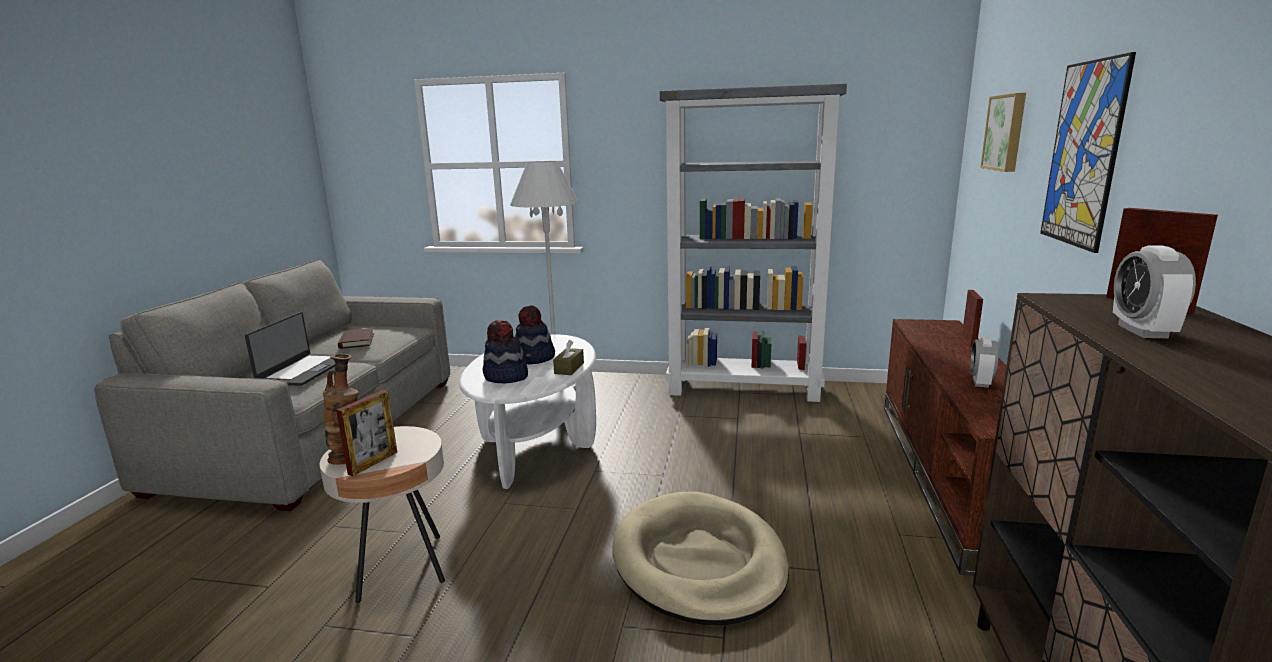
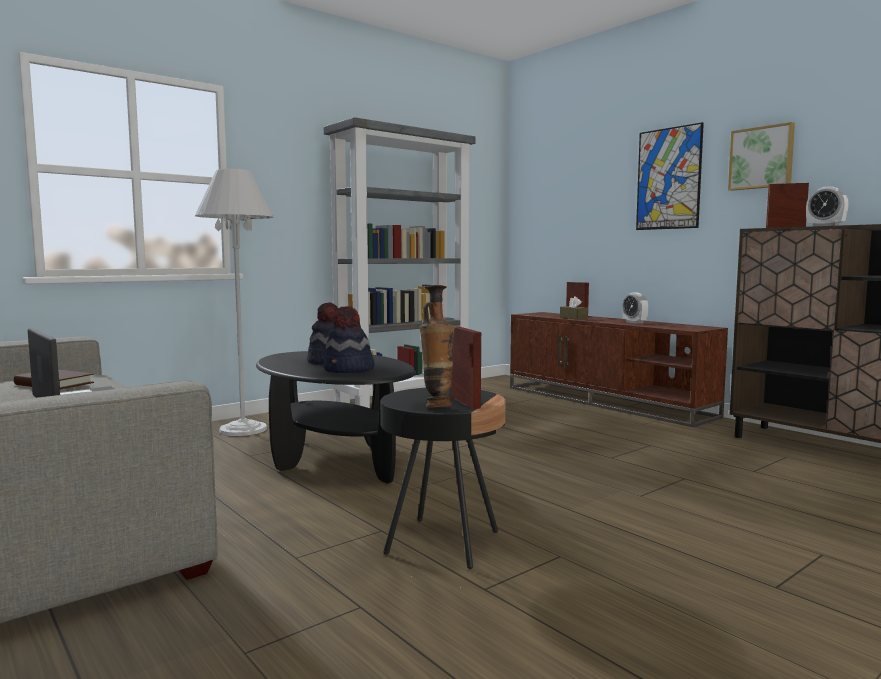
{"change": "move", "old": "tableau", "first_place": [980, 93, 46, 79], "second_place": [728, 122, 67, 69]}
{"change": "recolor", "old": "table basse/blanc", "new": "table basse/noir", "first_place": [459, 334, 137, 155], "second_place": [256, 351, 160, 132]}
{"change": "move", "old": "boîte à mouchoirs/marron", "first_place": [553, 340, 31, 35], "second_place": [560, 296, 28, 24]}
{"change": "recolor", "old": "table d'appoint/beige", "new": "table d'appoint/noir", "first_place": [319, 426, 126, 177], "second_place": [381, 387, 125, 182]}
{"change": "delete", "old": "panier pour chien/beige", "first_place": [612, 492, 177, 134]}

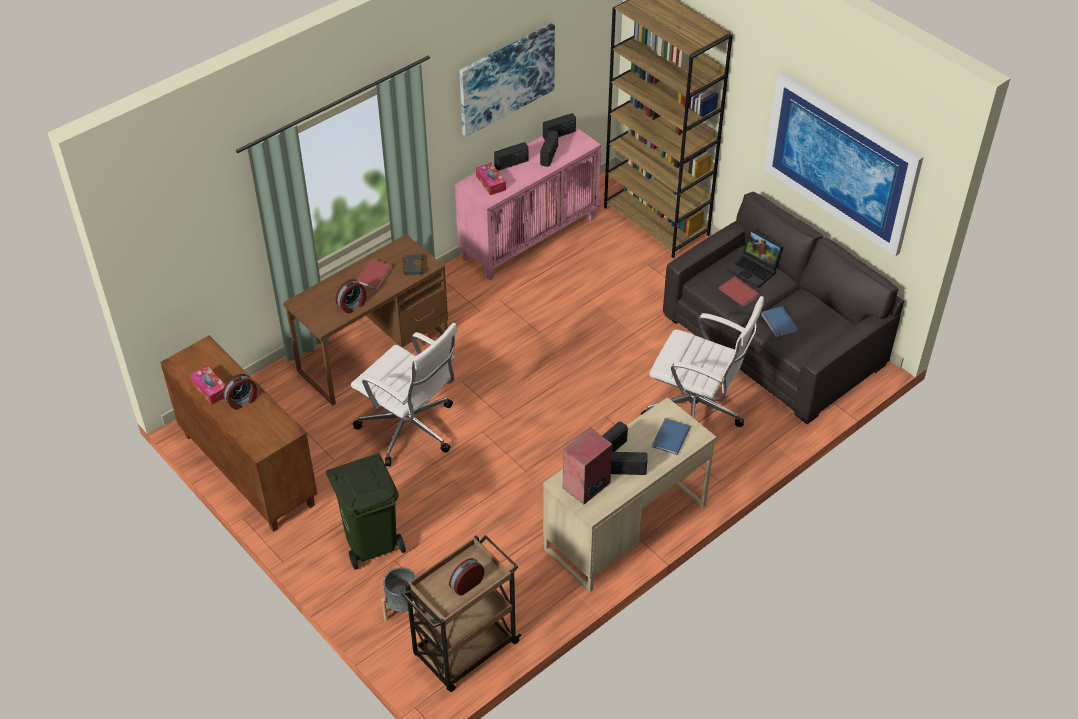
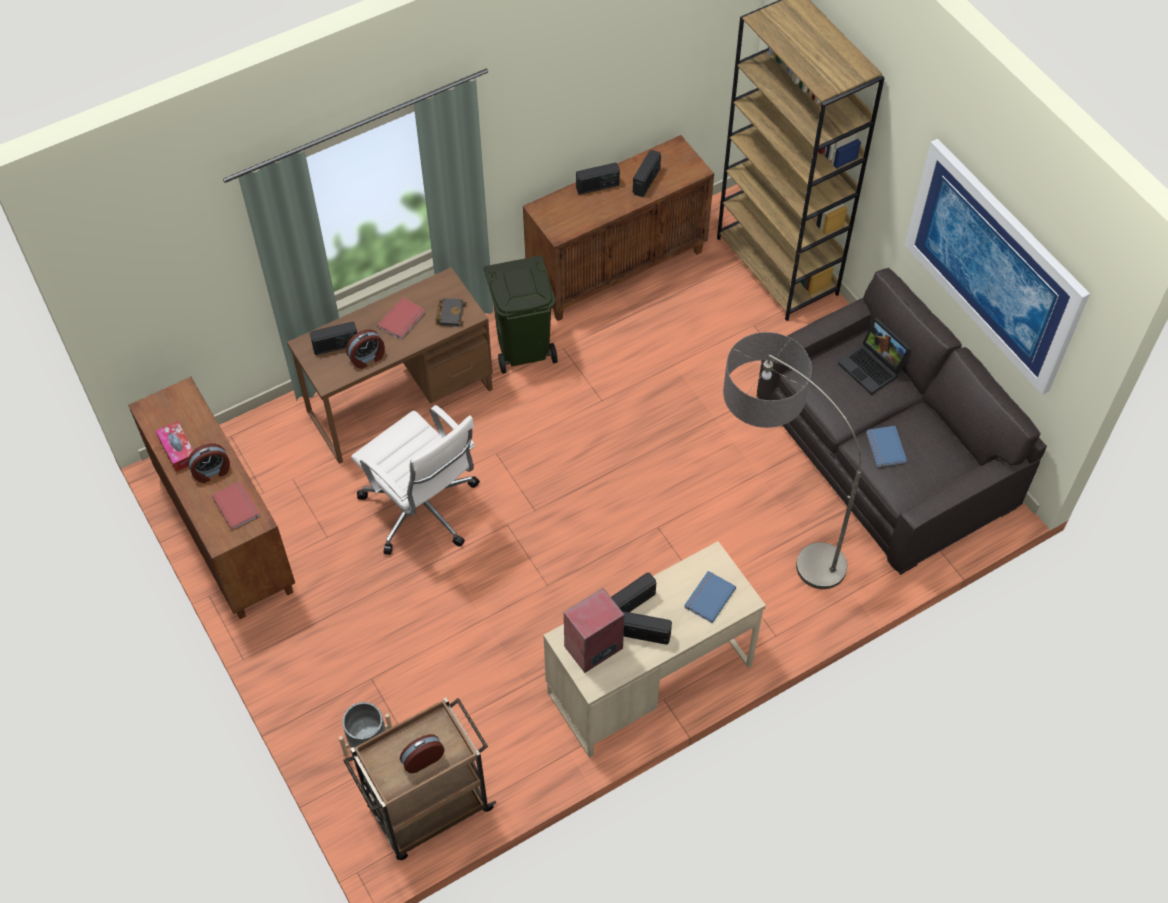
{"change": "delete", "old": "tableau", "first_place": [459, 23, 96, 114]}
{"change": "move", "old": "radio", "first_place": [543, 113, 33, 26], "second_place": [310, 321, 47, 34]}
{"change": "recolor", "old": "meuble de rangement/rose", "new": "meuble de rangement/marron", "first_place": [455, 127, 146, 154], "second_place": [523, 135, 191, 186]}
{"change": "delete", "old": "boîte à mouchoirs", "first_place": [476, 163, 30, 32]}
{"change": "move", "old": "livre/rouge", "first_place": [719, 277, 41, 30], "second_place": [212, 481, 49, 49]}
{"change": "replace", "old": "chaise de bureau/blanc", "new": "lampadaire", "first_place": [641, 296, 123, 131], "second_place": [723, 332, 139, 257]}
{"change": "move", "old": "poubelle/vert", "first_place": [326, 453, 80, 117], "second_place": [484, 255, 73, 119]}

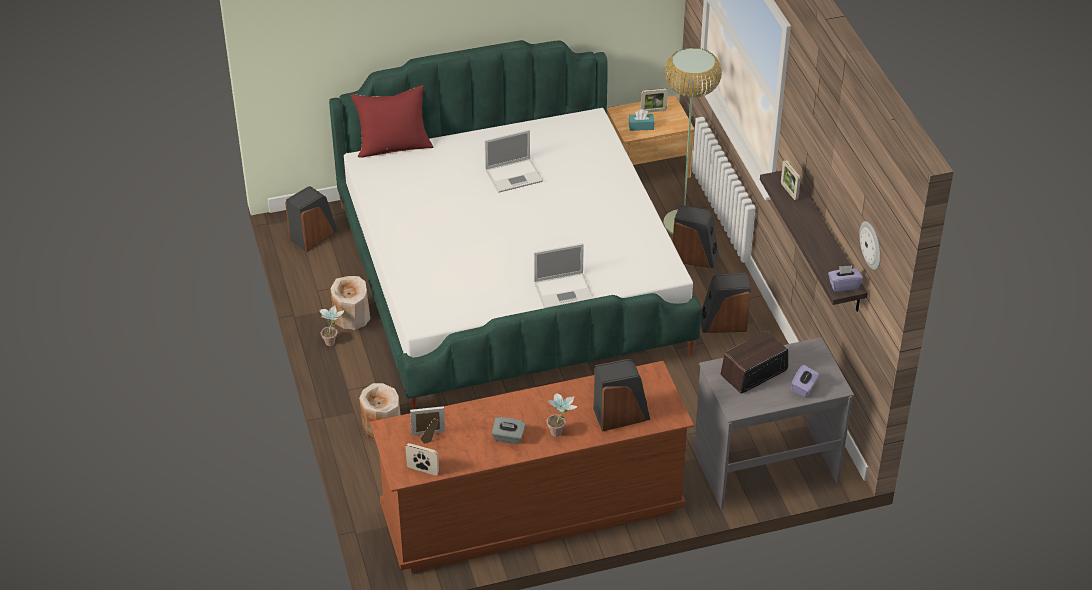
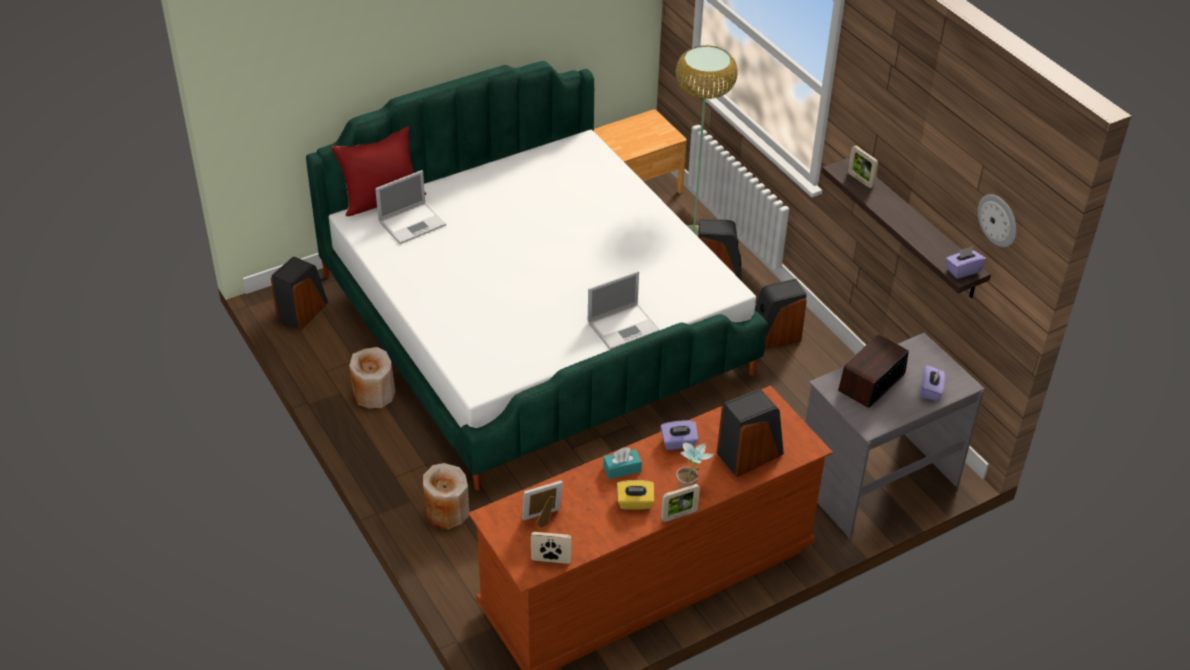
{"change": "move", "old": "cadre photo", "first_place": [641, 88, 27, 25], "second_place": [661, 484, 39, 38]}
{"change": "move", "old": "boîte à mouchoirs/turquoise", "first_place": [629, 109, 25, 22], "second_place": [603, 447, 39, 32]}
{"change": "move", "old": "ordinateur portable", "first_place": [484, 130, 59, 63], "second_place": [375, 170, 71, 74]}
{"change": "delete", "old": "plante en pot", "first_place": [319, 305, 25, 41]}
{"change": "recolor", "old": "boîte à mouchoirs/gris", "new": "boîte à mouchoirs/jaune", "first_place": [492, 417, 34, 27], "second_place": [617, 480, 37, 30]}
{"change": "insert", "new": "boîte à mouchoirs/violet", "second_place": [660, 421, 39, 29]}

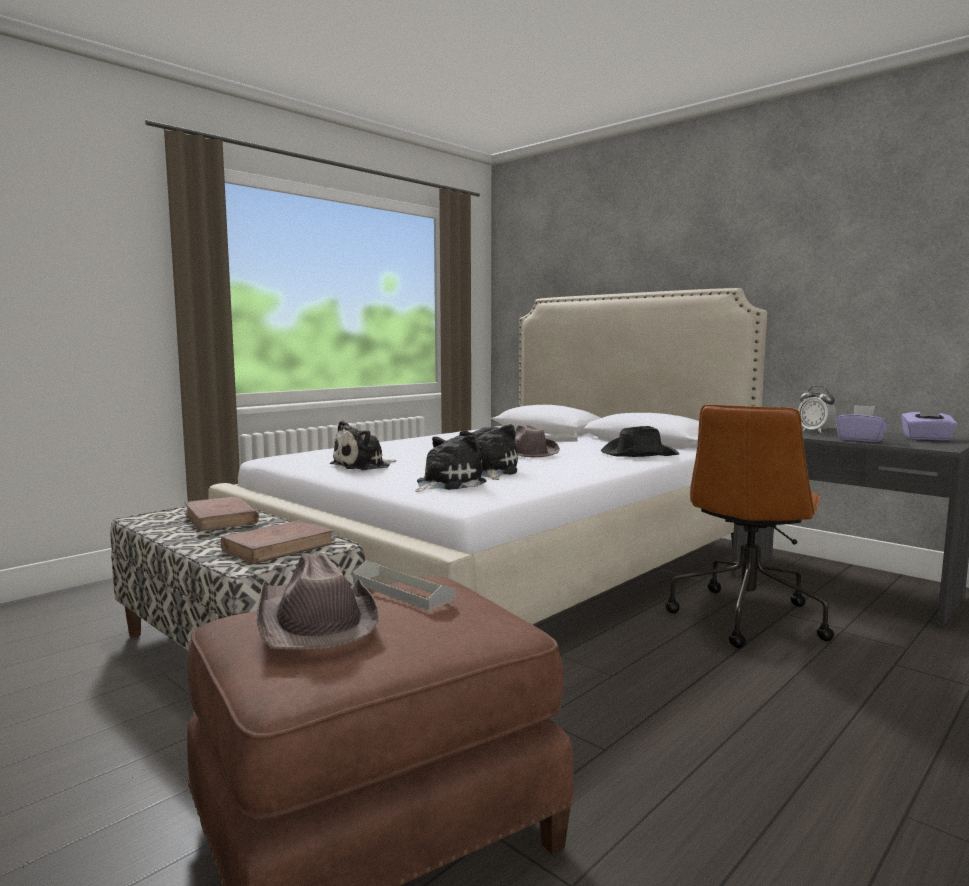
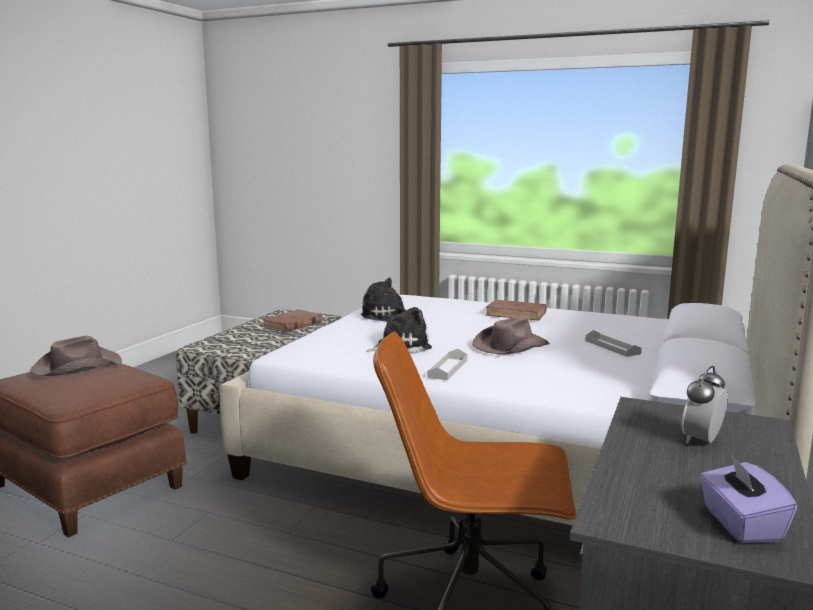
{"change": "delete", "old": "boîte à mouchoirs/violet", "first_place": [835, 405, 54, 37]}
{"change": "delete", "old": "chapeau/noir", "first_place": [601, 426, 78, 31]}
{"change": "delete", "old": "peluche", "first_place": [415, 435, 72, 57]}
{"change": "move", "old": "livre/marron", "first_place": [221, 520, 115, 44], "second_place": [485, 300, 62, 21]}
{"change": "move", "old": "plateau/gris", "first_place": [353, 561, 102, 50], "second_place": [427, 349, 40, 31]}

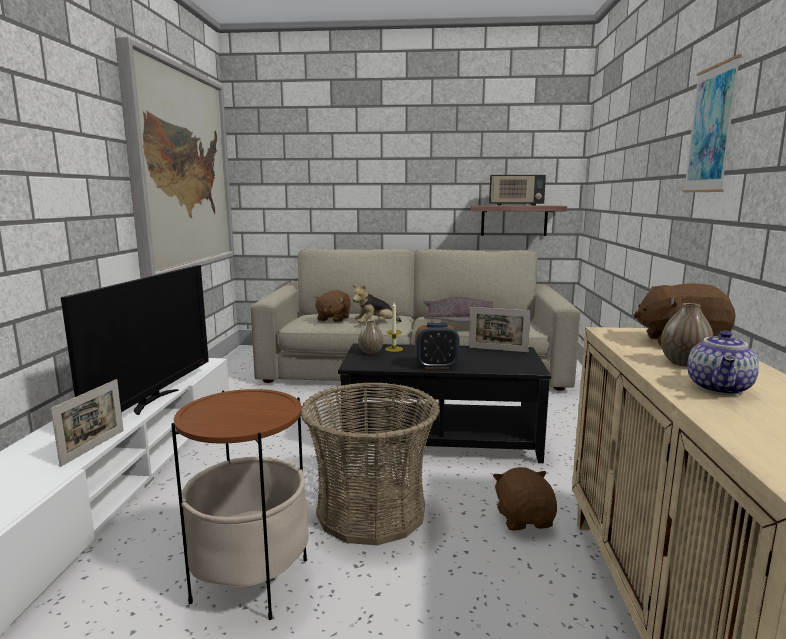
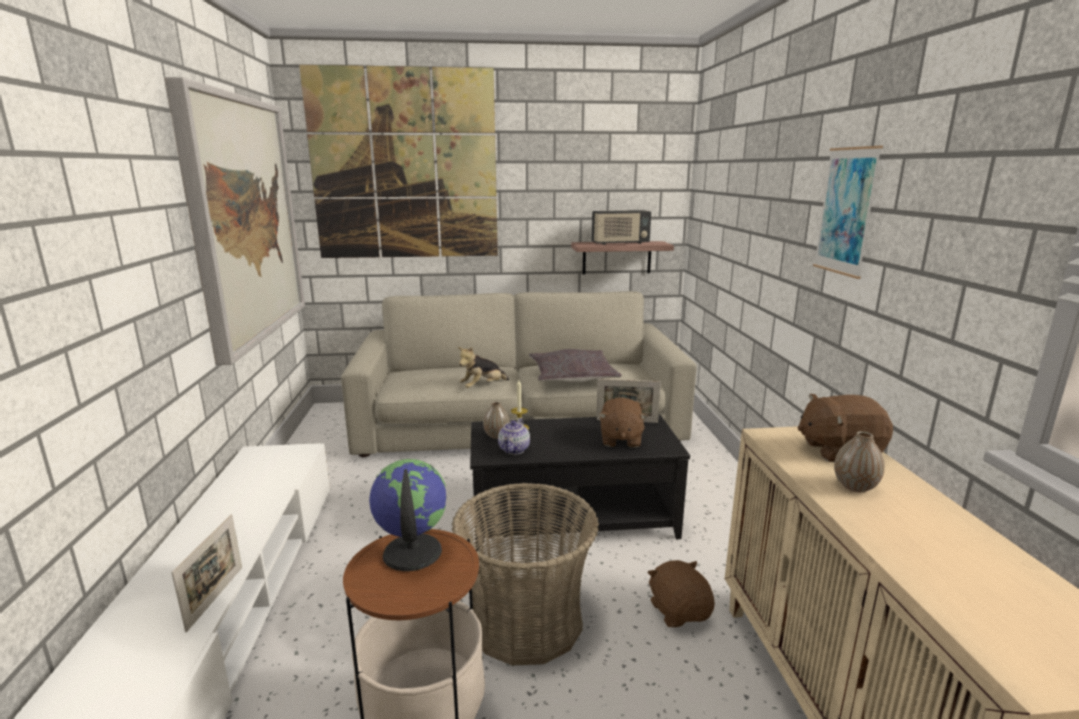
{"change": "delete", "old": "téléviseur", "first_place": [61, 265, 148, 150]}
{"change": "move", "old": "peluche/marron", "first_place": [314, 290, 37, 32], "second_place": [599, 397, 49, 51]}
{"change": "delete", "old": "réveil", "first_place": [415, 322, 44, 47]}
{"change": "move", "old": "théière", "first_place": [687, 331, 72, 64], "second_place": [498, 418, 32, 37]}
{"change": "insert", "new": "tableau", "second_place": [299, 65, 199, 193]}
{"change": "insert", "new": "globe", "second_place": [369, 459, 77, 112]}

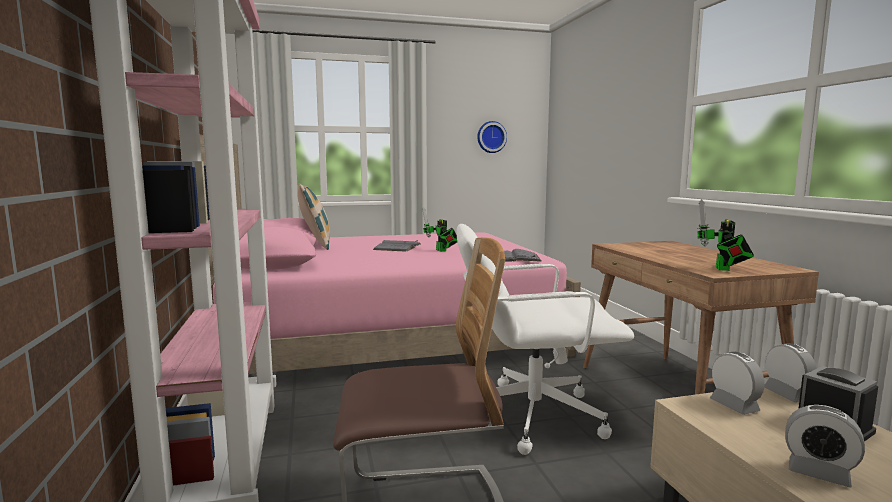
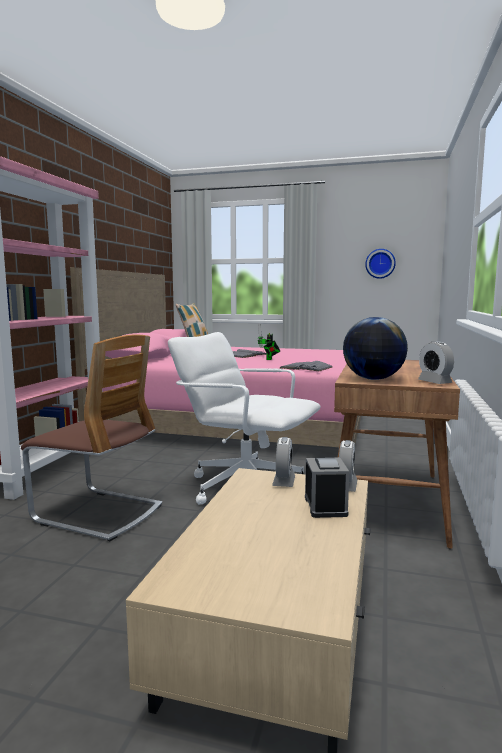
{"change": "replace", "old": "robot jouet", "new": "globe", "first_place": [697, 199, 57, 72], "second_place": [343, 317, 65, 63]}
{"change": "move", "old": "réveil", "first_place": [785, 405, 80, 83], "second_place": [418, 341, 36, 43]}

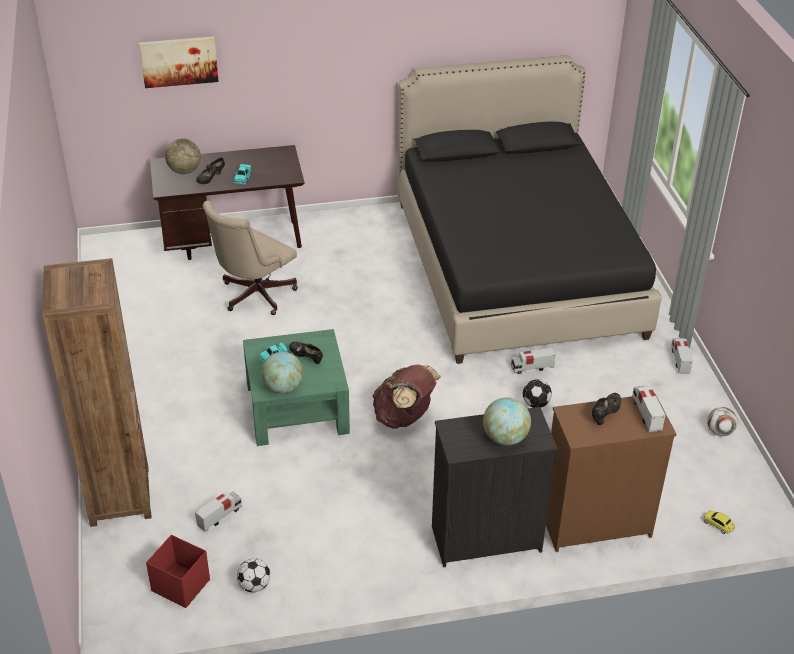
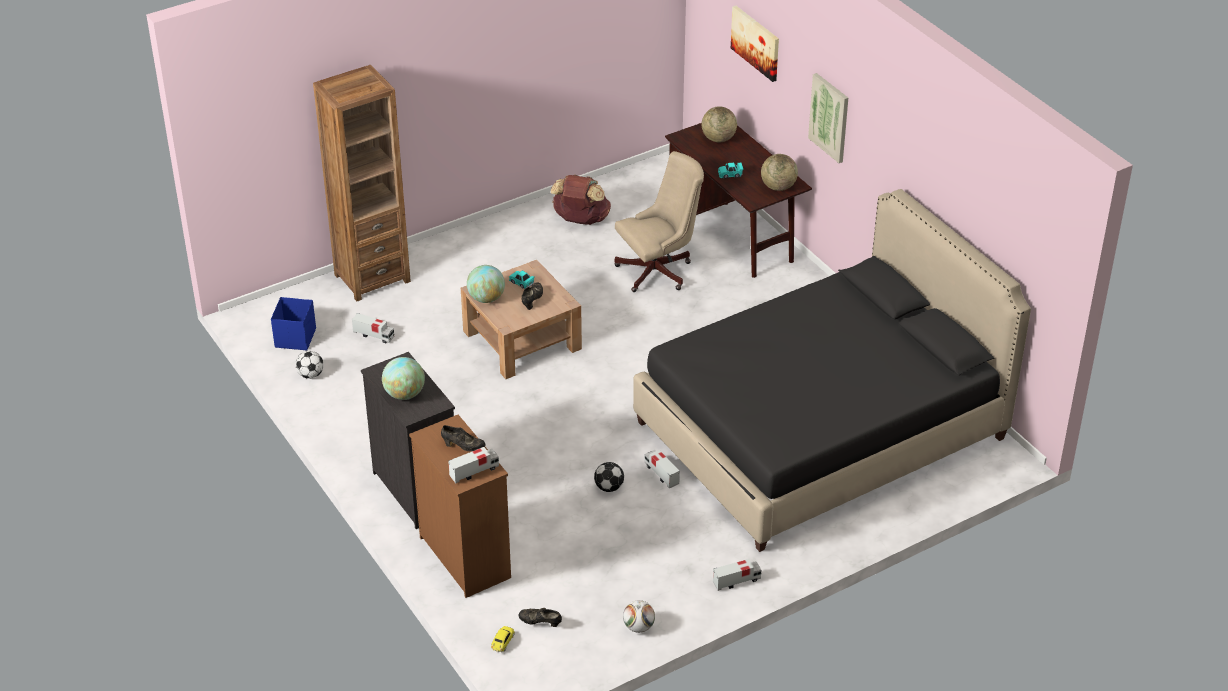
{"change": "move", "old": "chaussure/noir", "first_place": [196, 158, 29, 26], "second_place": [518, 608, 44, 19]}
{"change": "rotate", "old": "chaise de bureau/beige", "first_place": [203, 201, 95, 114], "second_place": [614, 151, 90, 141], "degrees": 135}
{"change": "recolor", "old": "table basse/vert", "new": "table basse/marron", "first_place": [243, 329, 107, 117], "second_place": [461, 260, 121, 119]}
{"change": "move", "old": "sac à dos/marron", "first_place": [372, 365, 70, 64], "second_place": [551, 175, 60, 50]}
{"change": "recolor", "old": "boîte de rangement/rouge", "new": "boîte de rangement/bleu", "first_place": [146, 535, 64, 73], "second_place": [271, 297, 45, 54]}
{"change": "insert", "new": "tableau", "second_place": [808, 73, 40, 90]}
{"change": "insert", "new": "globe", "second_place": [761, 154, 37, 37]}

